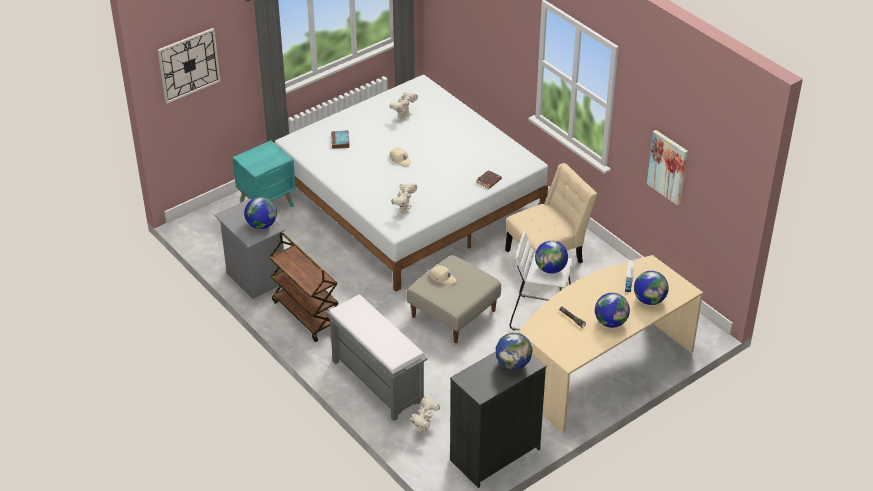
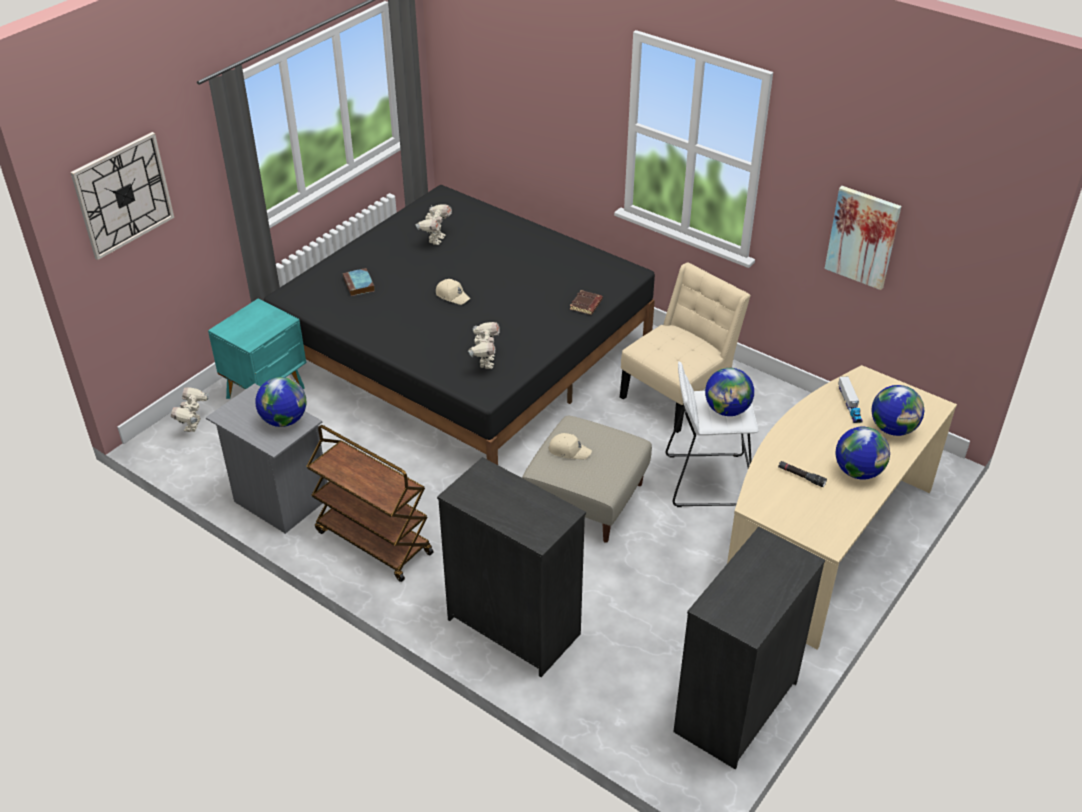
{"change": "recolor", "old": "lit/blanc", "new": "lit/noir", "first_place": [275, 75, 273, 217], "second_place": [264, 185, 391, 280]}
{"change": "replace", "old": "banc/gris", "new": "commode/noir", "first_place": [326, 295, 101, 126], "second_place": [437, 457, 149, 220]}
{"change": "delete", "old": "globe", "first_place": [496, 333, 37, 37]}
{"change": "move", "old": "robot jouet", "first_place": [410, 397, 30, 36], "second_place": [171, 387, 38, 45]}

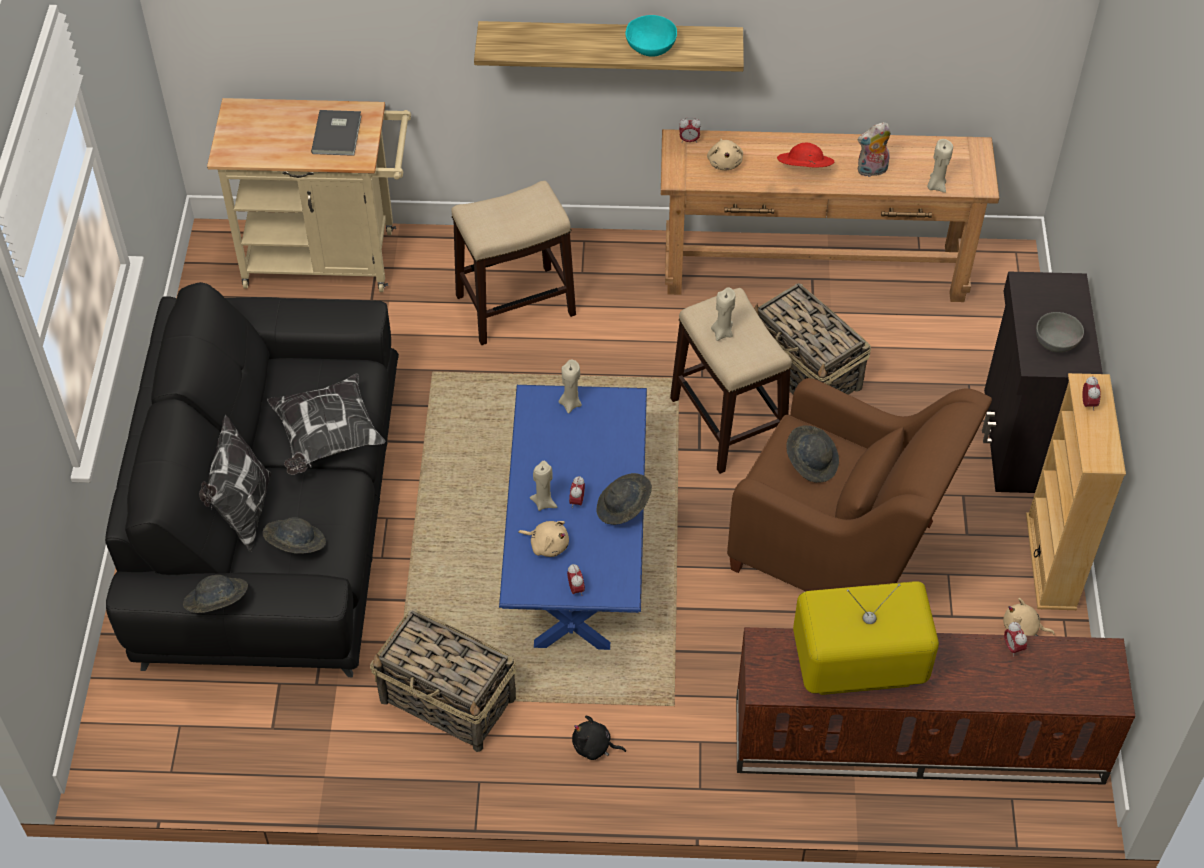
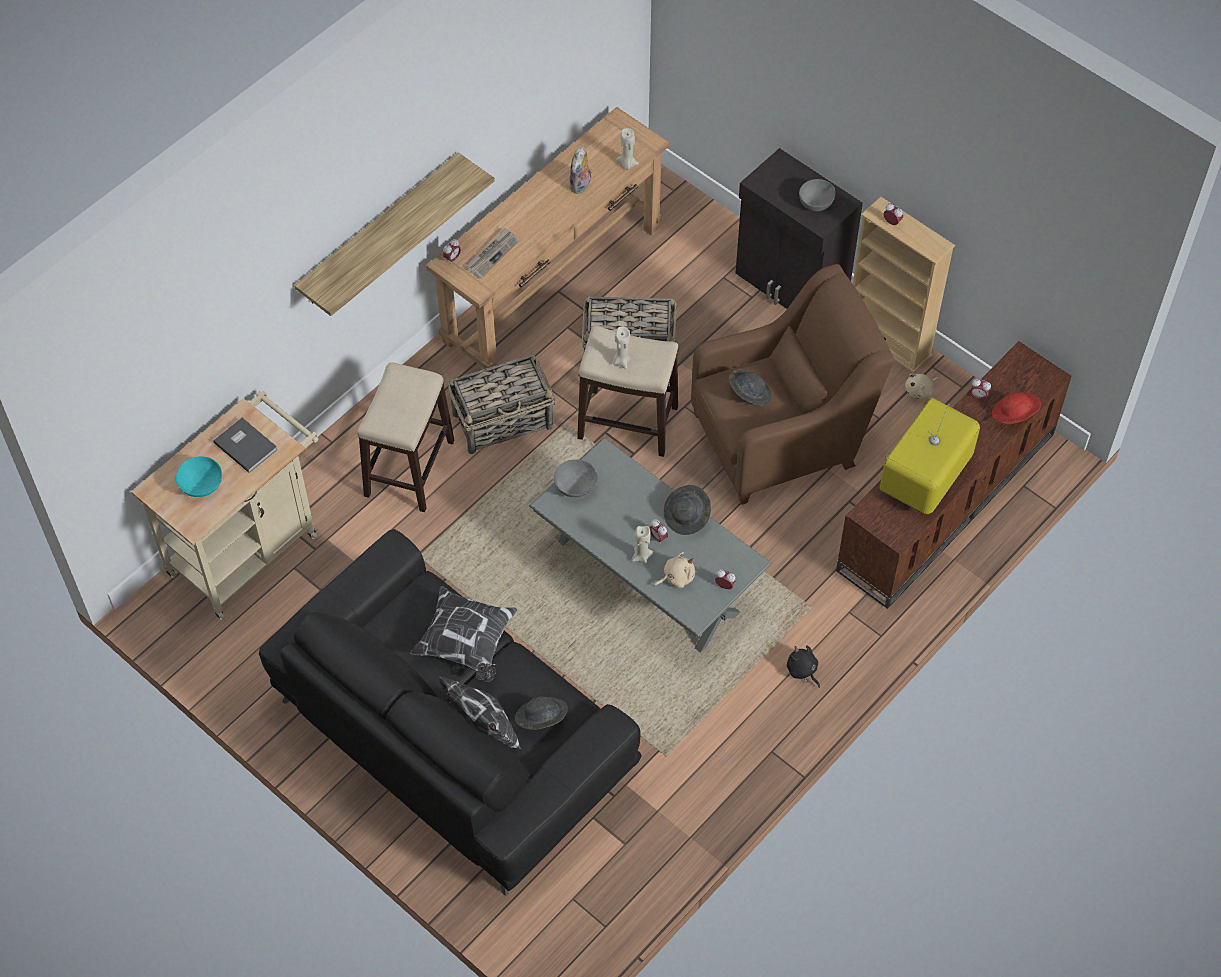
{"change": "move", "old": "bol/turquoise", "first_place": [625, 15, 52, 42], "second_place": [176, 456, 46, 41]}
{"change": "replace", "old": "peluche/beige", "new": "journal", "first_place": [707, 139, 36, 31], "second_place": [466, 227, 53, 52]}
{"change": "move", "old": "chapeau/rouge", "first_place": [777, 143, 57, 25], "second_place": [992, 393, 49, 31]}
{"change": "replace", "old": "bougie/beige", "new": "bol/gris", "first_place": [559, 359, 23, 55], "second_place": [554, 459, 44, 38]}
{"change": "recolor", "old": "table basse/bleu", "new": "table basse/gris", "first_place": [499, 385, 148, 265], "second_place": [529, 437, 243, 216]}
{"change": "delete", "old": "chapeau/gris", "first_place": [183, 575, 65, 38]}
{"change": "move", "old": "panier", "first_place": [370, 609, 146, 143], "second_place": [448, 355, 107, 99]}
{"change": "rotate", "old": "peluche/noir", "first_place": [572, 716, 54, 44], "second_place": [787, 645, 33, 43], "degrees": 90}

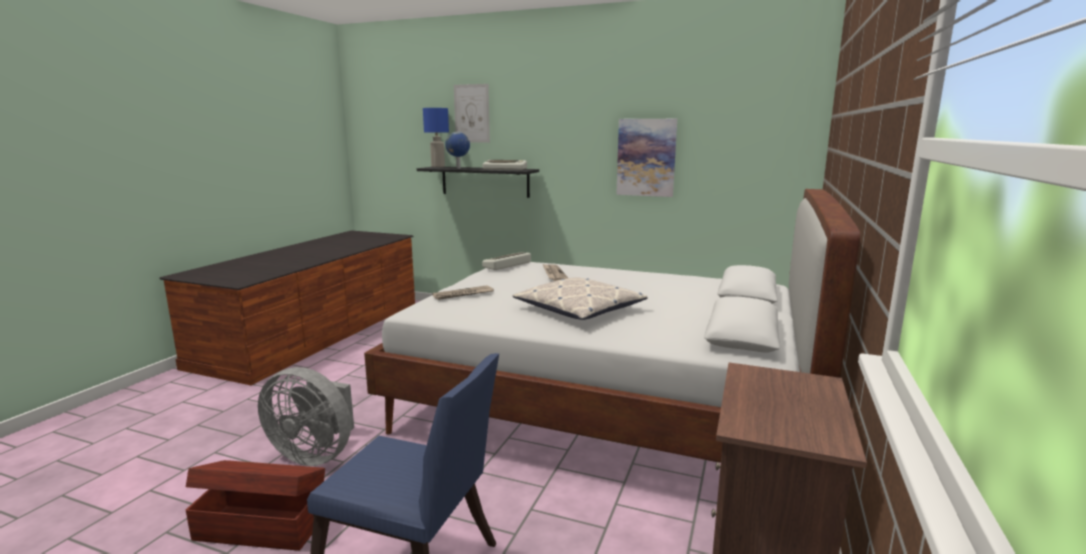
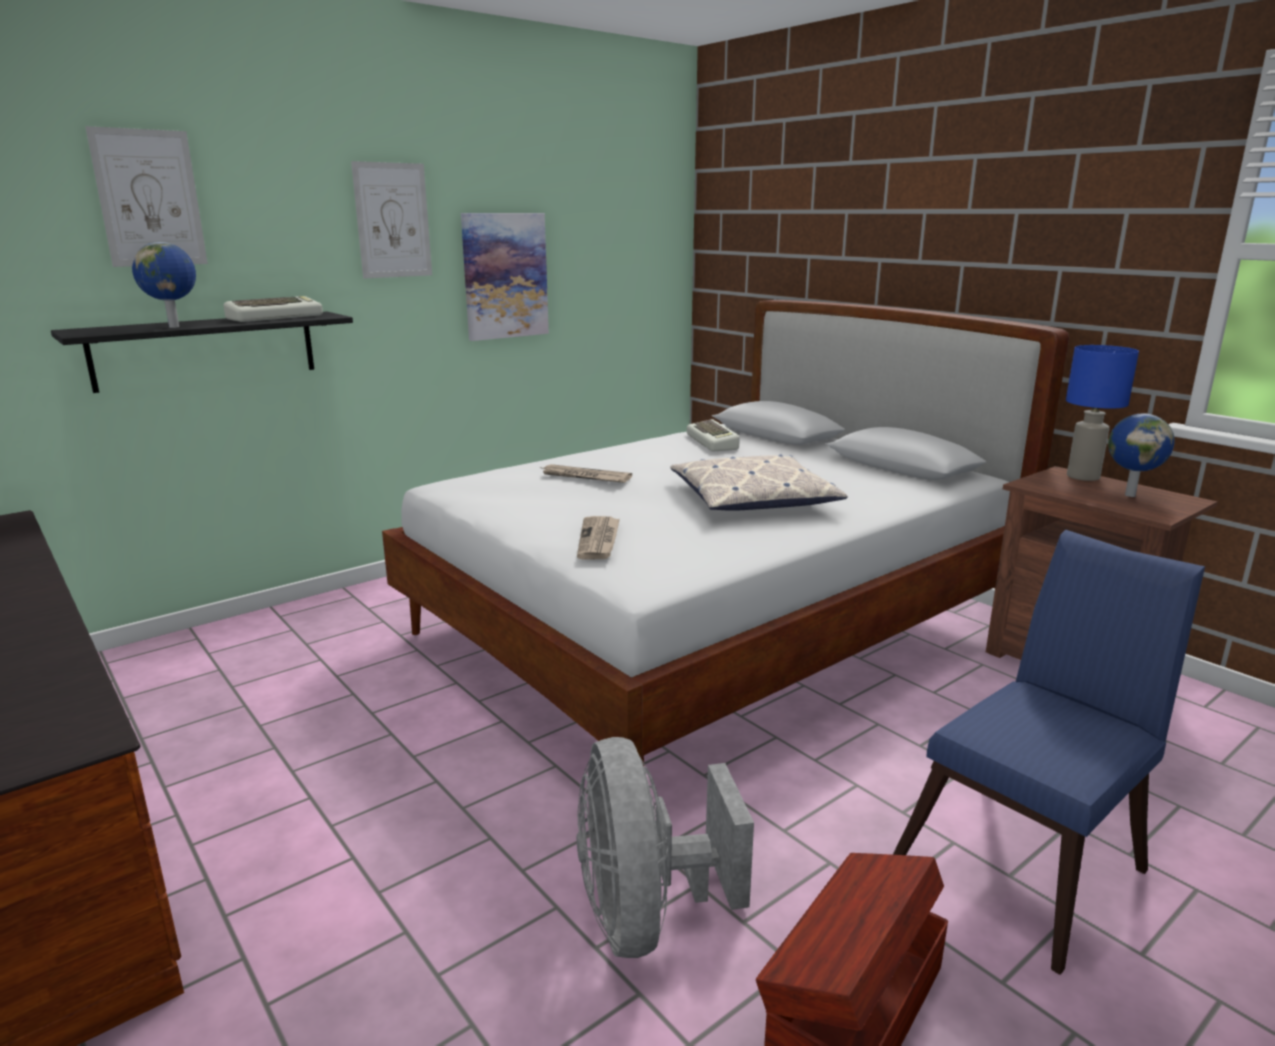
{"change": "move", "old": "lampe de table/bleu", "first_place": [423, 108, 26, 59], "second_place": [1066, 345, 73, 136]}
{"change": "move", "old": "clavier", "first_place": [482, 252, 49, 18], "second_place": [687, 419, 53, 33]}
{"change": "rotate", "old": "ventilateur/gris", "first_place": [258, 367, 96, 99], "second_place": [576, 737, 178, 221], "degrees": 120}
{"change": "insert", "new": "tableau", "second_place": [351, 161, 81, 118]}
{"change": "insert", "new": "globe", "second_place": [1108, 414, 67, 83]}

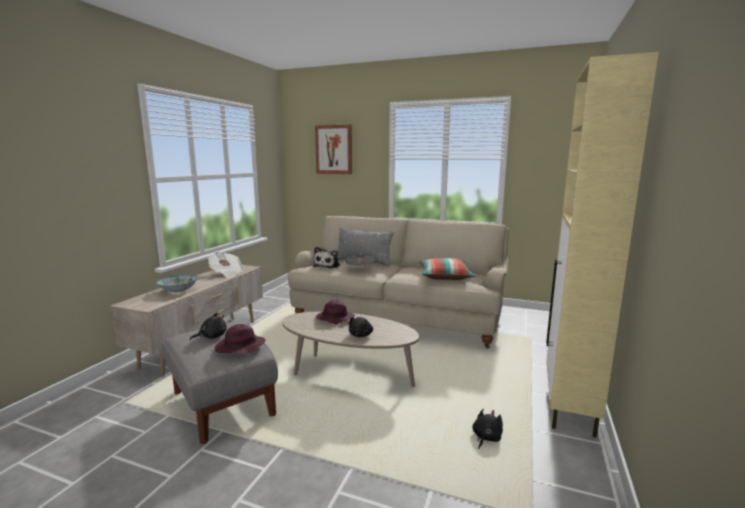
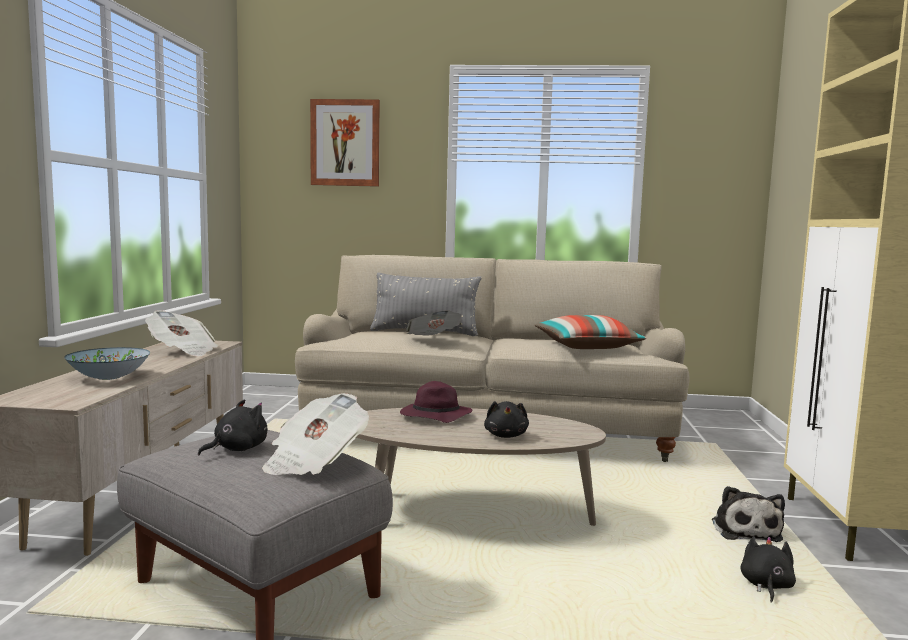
{"change": "move", "old": "peluche", "first_place": [313, 247, 27, 21], "second_place": [712, 486, 73, 56]}
{"change": "replace", "old": "chapeau/violet", "new": "journal", "first_place": [214, 324, 52, 30], "second_place": [262, 393, 107, 82]}

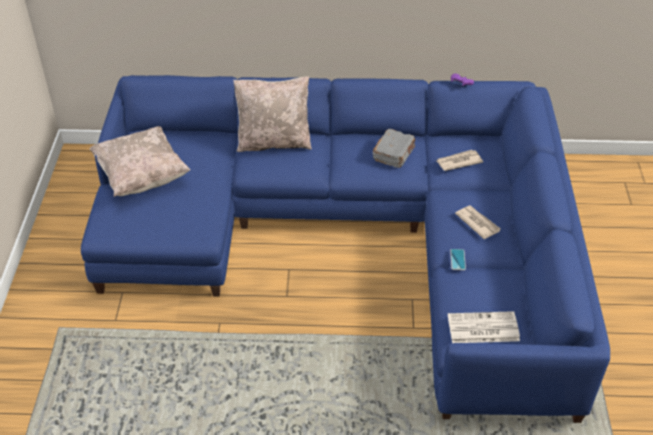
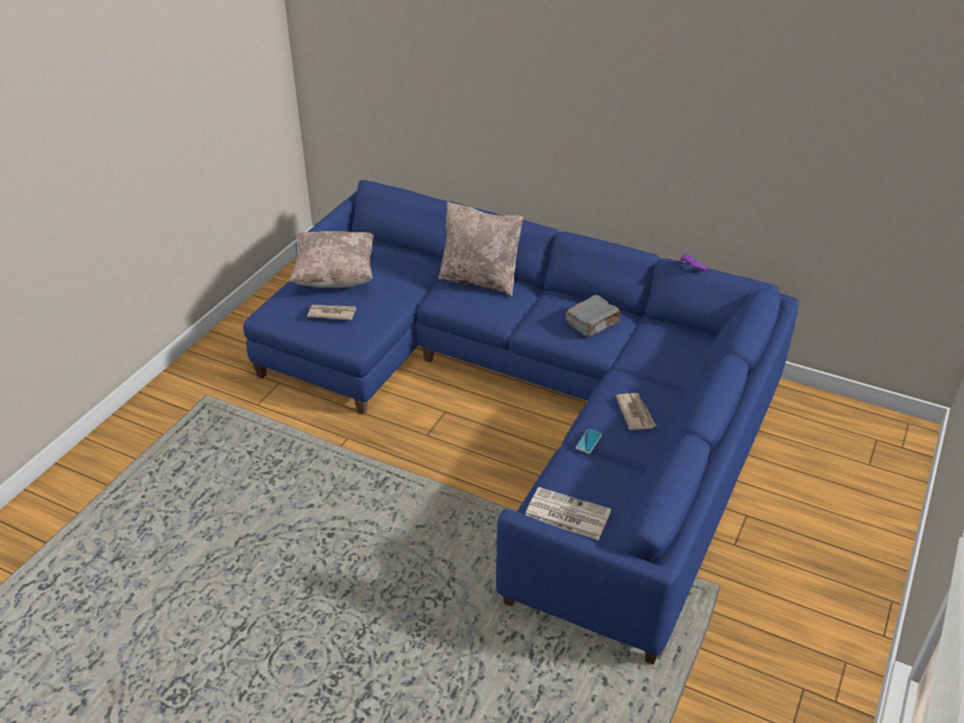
{"change": "move", "old": "journal", "first_place": [437, 150, 46, 21], "second_place": [307, 305, 49, 15]}

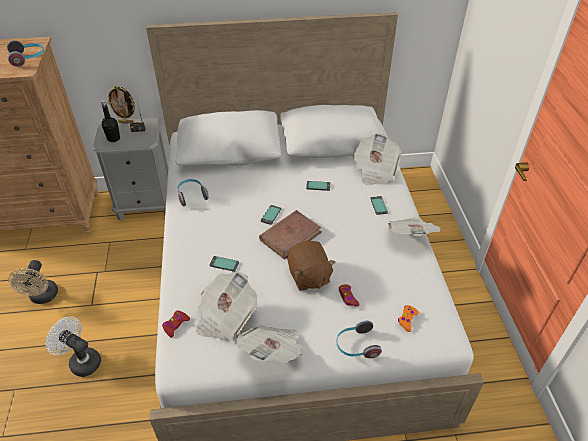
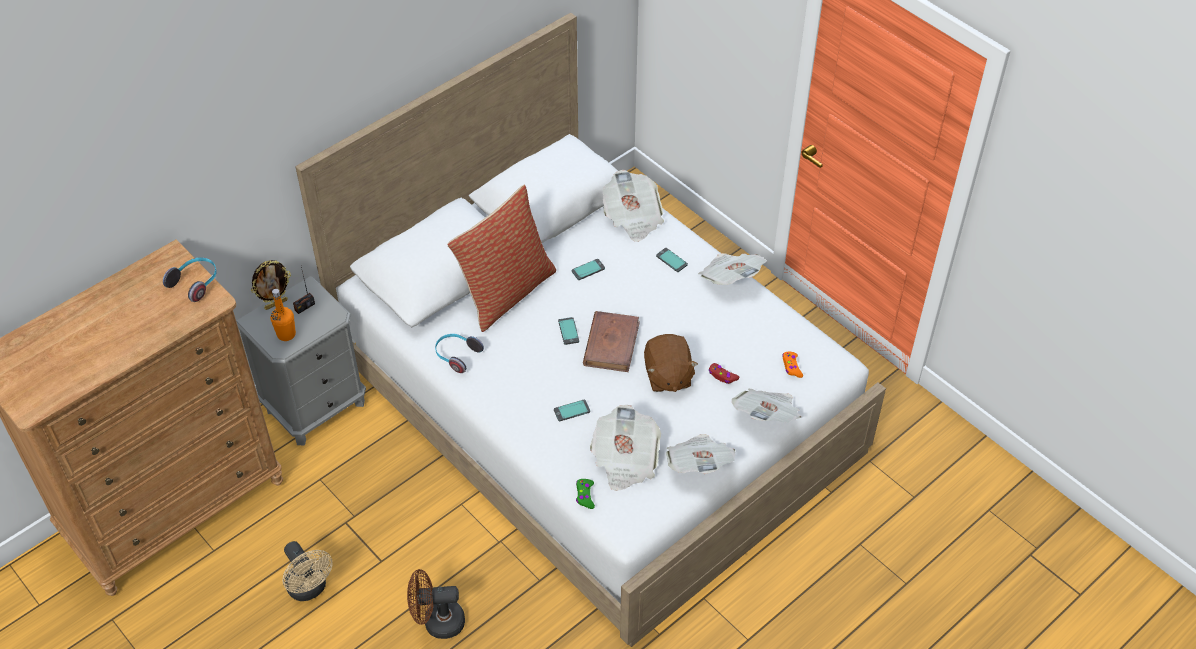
{"change": "recolor", "old": "bouteille/noir", "new": "bouteille/orange", "first_place": [101, 100, 19, 42], "second_place": [270, 289, 26, 52]}
{"change": "rotate", "old": "peluche/marron", "first_place": [287, 241, 48, 50], "second_place": [644, 334, 54, 58], "degrees": 45}
{"change": "recolor", "old": "manette/rouge", "new": "manette/vert", "first_place": [162, 311, 28, 27], "second_place": [576, 479, 19, 30]}
{"change": "recolor", "old": "ventilateur/blanc", "new": "ventilateur/marron", "first_place": [46, 316, 55, 61], "second_place": [407, 569, 58, 70]}
{"change": "replace", "old": "casque audio", "new": "journal", "first_place": [336, 321, 46, 37], "second_place": [732, 388, 69, 35]}
{"change": "insert", "new": "coussin", "second_place": [447, 185, 109, 147]}

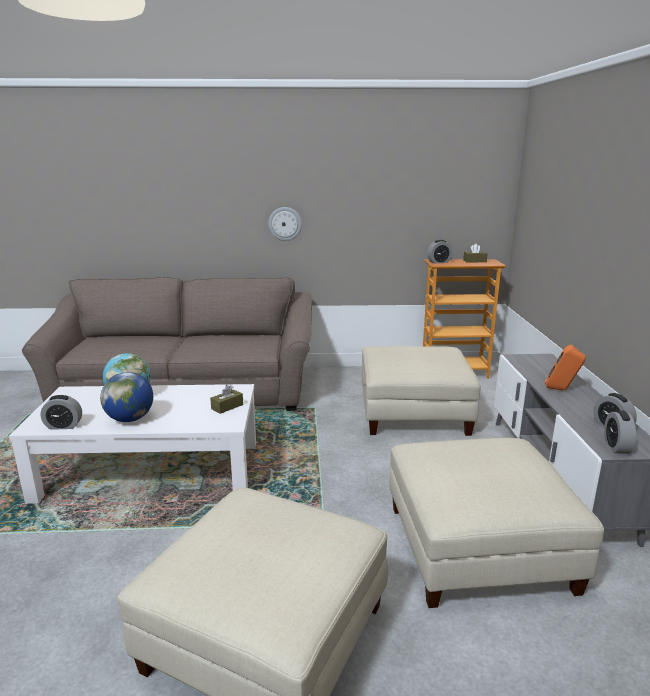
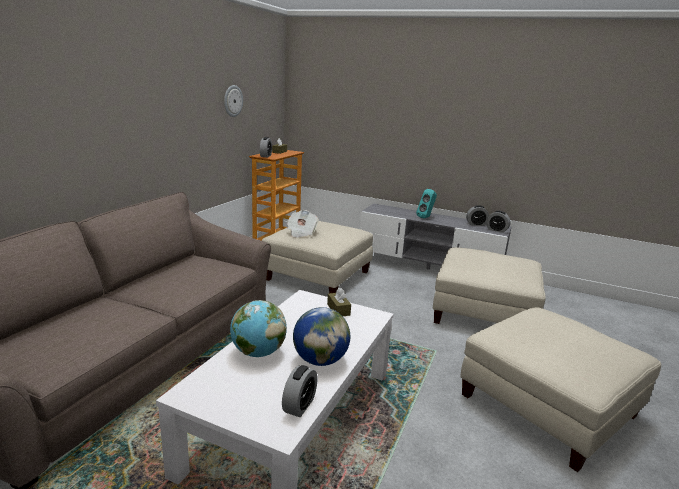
{"change": "move", "old": "horloge murale", "first_place": [268, 207, 34, 34], "second_place": [224, 85, 19, 32]}
{"change": "recolor", "old": "enceinte/orange", "new": "enceinte/turquoise", "first_place": [545, 345, 41, 45], "second_place": [416, 189, 21, 29]}
{"change": "insert", "new": "journal", "second_place": [287, 210, 32, 28]}

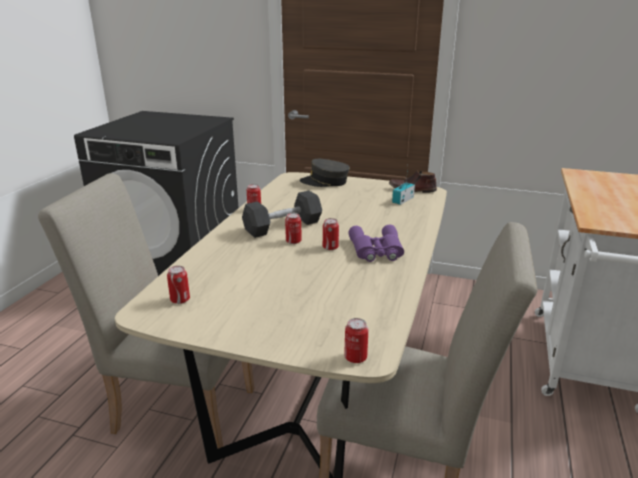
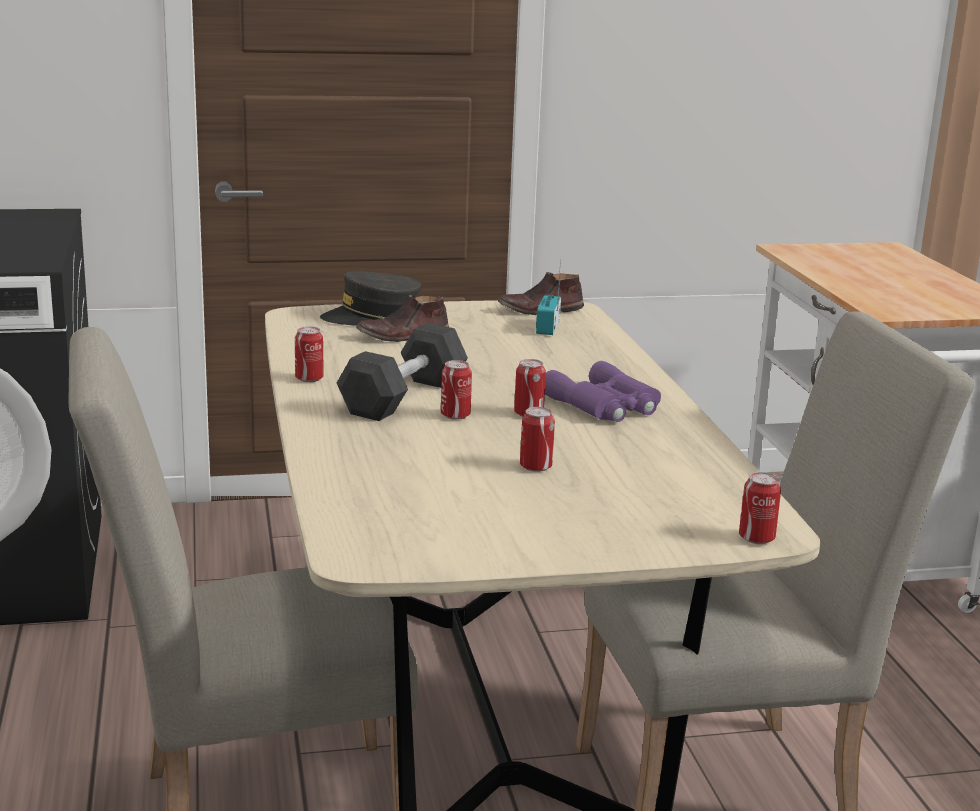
{"change": "move", "old": "boîte métallique", "first_place": [167, 266, 23, 38], "second_place": [520, 407, 35, 65]}
{"change": "insert", "new": "chaussure/marron", "second_place": [356, 295, 93, 47]}

